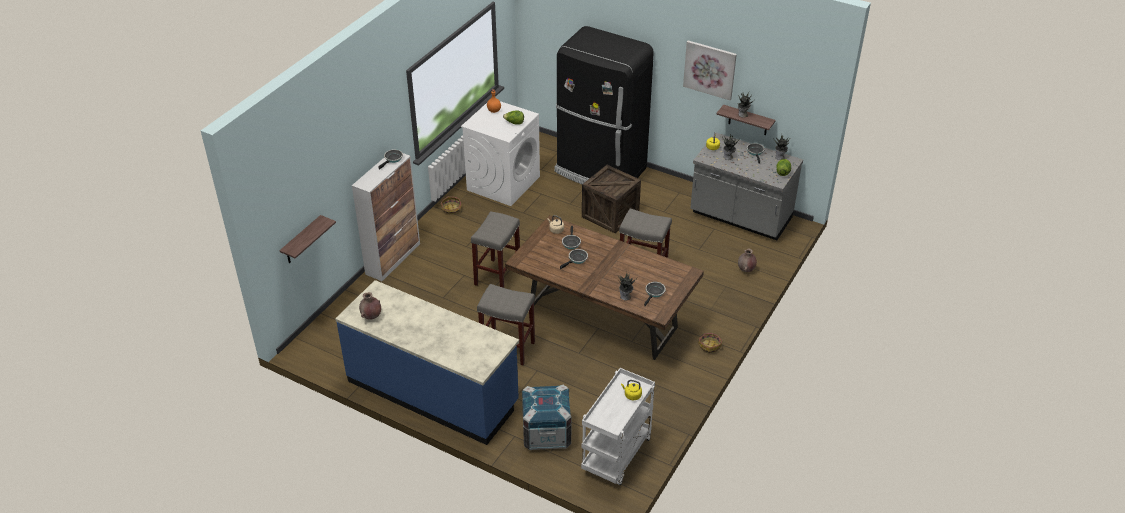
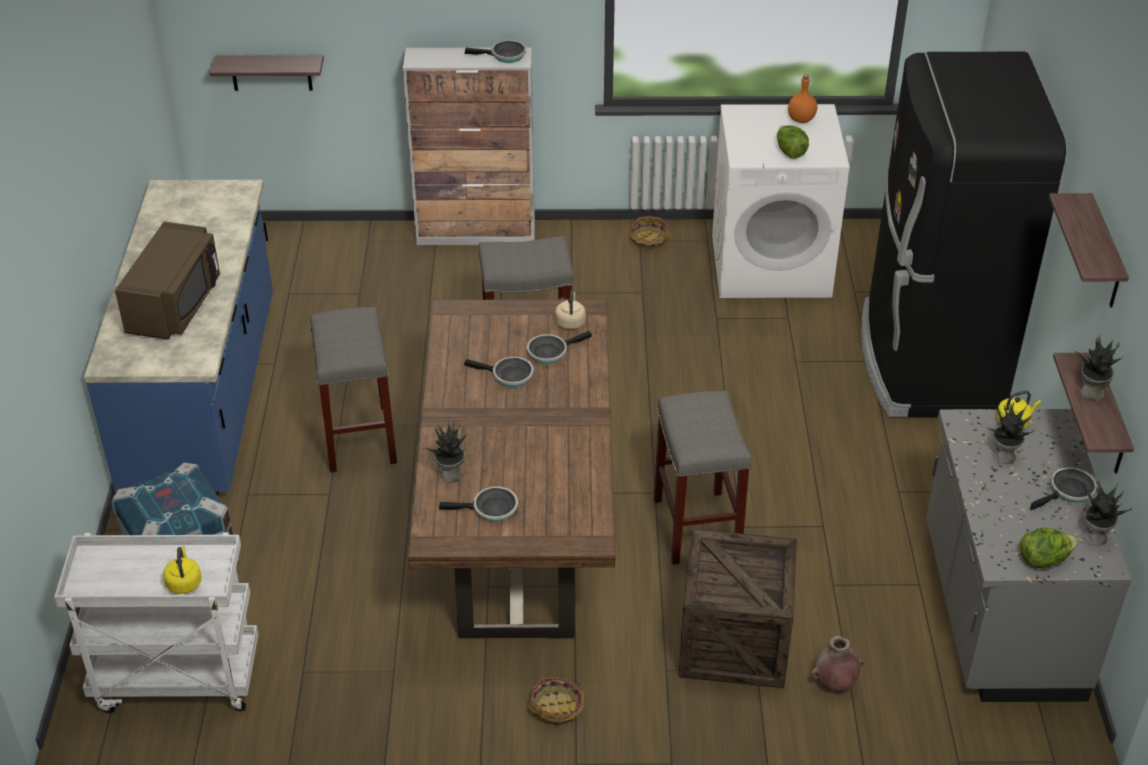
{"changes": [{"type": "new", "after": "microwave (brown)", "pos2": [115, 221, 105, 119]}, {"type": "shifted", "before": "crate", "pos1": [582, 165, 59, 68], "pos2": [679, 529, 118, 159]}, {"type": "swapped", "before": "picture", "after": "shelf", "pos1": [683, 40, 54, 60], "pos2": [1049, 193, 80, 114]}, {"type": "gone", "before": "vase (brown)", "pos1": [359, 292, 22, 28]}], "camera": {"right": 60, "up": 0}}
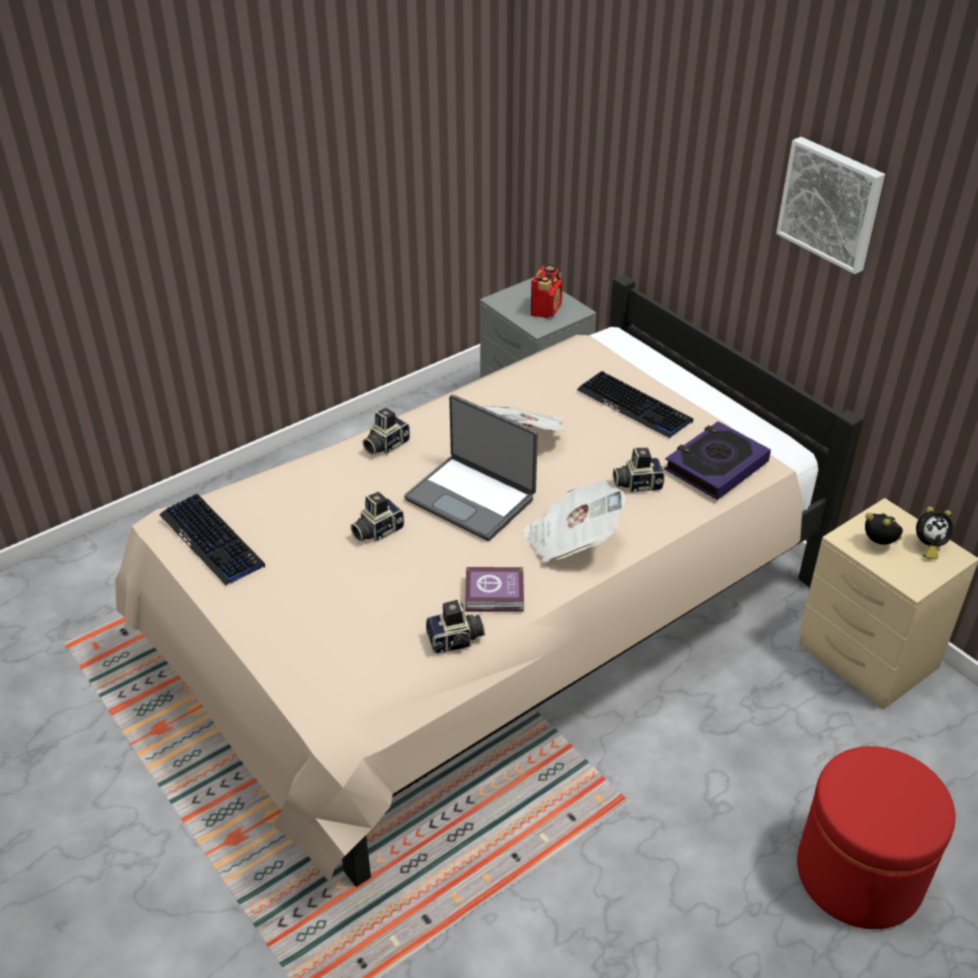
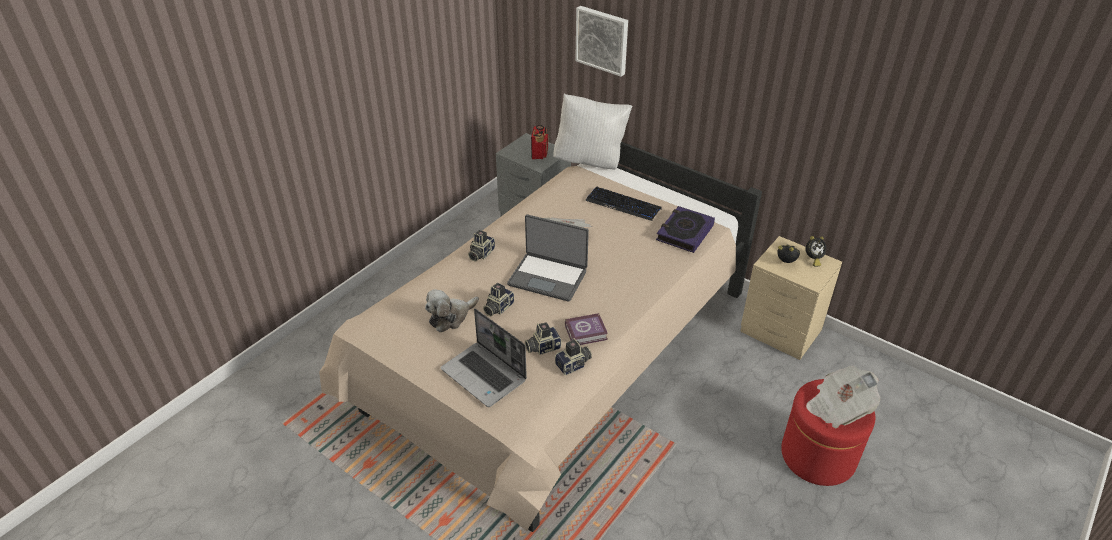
{"changes": [{"type": "new", "after": "plush toy", "pos2": [425, 289, 54, 43]}, {"type": "new", "after": "laptop", "pos2": [440, 309, 87, 98]}, {"type": "shifted", "before": "photo camera", "pos1": [613, 447, 52, 46], "pos2": [525, 322, 37, 33]}, {"type": "new", "after": "pillow (white)", "pos2": [553, 94, 79, 76]}, {"type": "shifted", "before": "picture", "pos1": [776, 137, 109, 137], "pos2": [575, 6, 53, 71]}, {"type": "shifted", "before": "newspaper", "pos1": [523, 481, 104, 82], "pos2": [806, 366, 75, 62]}, {"type": "gone", "before": "keyboard", "pos1": [159, 494, 106, 91]}], "camera": {"right": -15, "up": 0}}
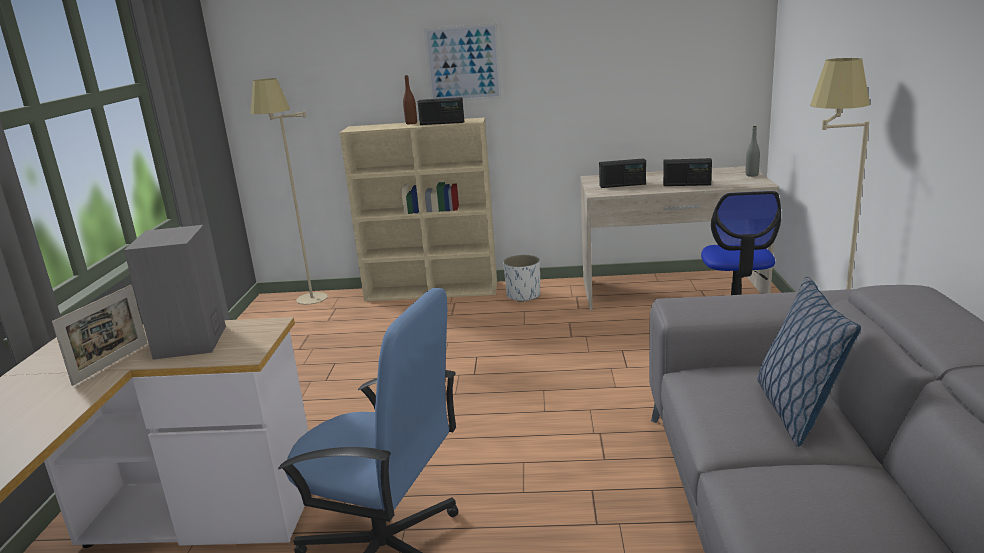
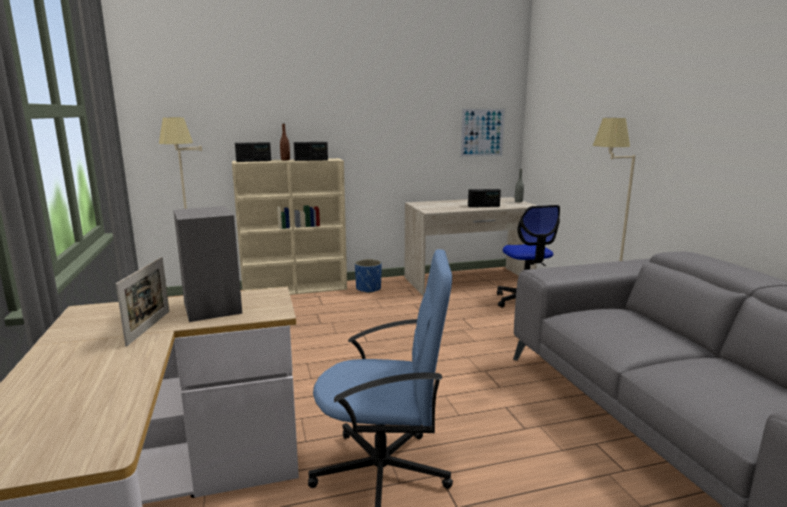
{"changes": [{"type": "shifted", "before": "radio", "pos1": [599, 158, 47, 30], "pos2": [235, 142, 36, 20]}, {"type": "repainted", "before": "planter (white)", "after": "planter (blue)", "pos1": [503, 255, 37, 47], "pos2": [355, 259, 27, 34]}, {"type": "shifted", "before": "picture", "pos1": [424, 23, 78, 78], "pos2": [459, 108, 47, 50]}, {"type": "gone", "before": "pillow", "pos1": [757, 277, 104, 170]}], "camera": {"right": -20, "up": -5}}
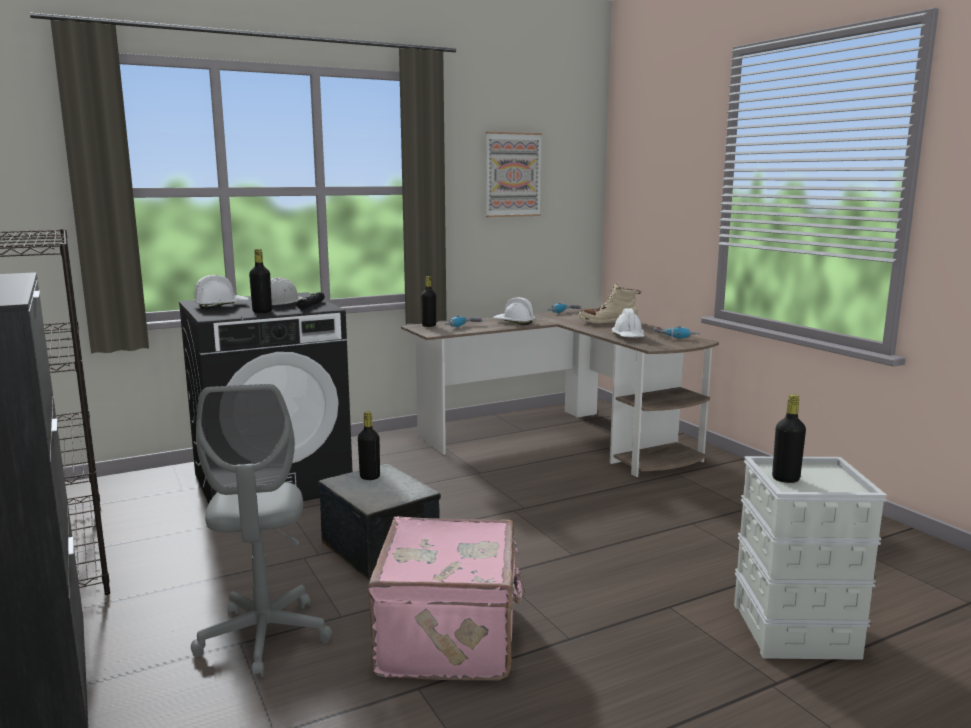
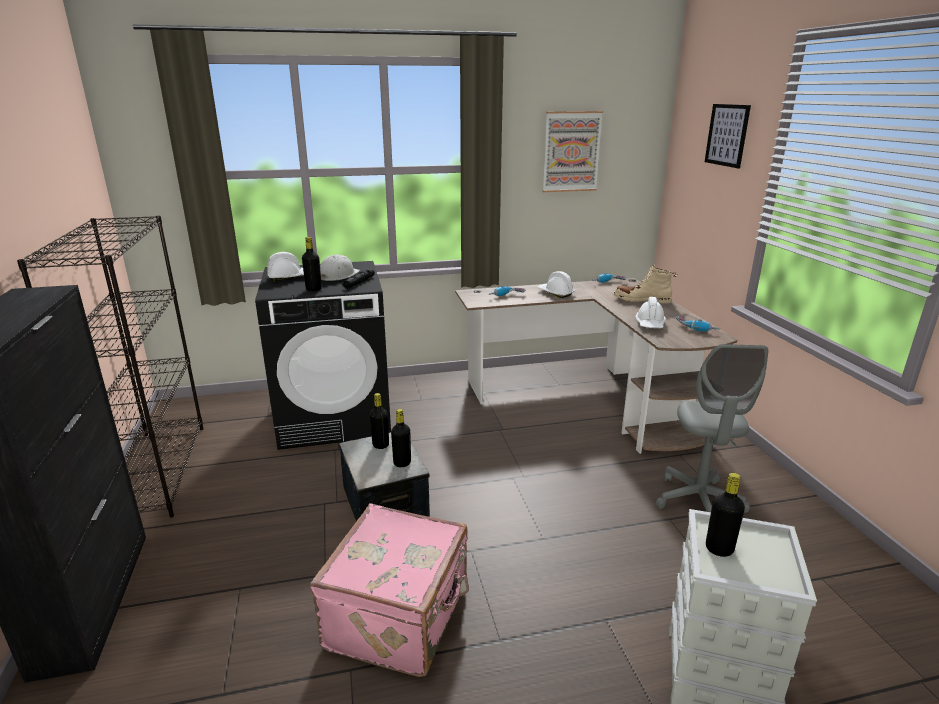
{"changes": [{"type": "shifted", "before": "bottle (black)", "pos1": [421, 276, 15, 51], "pos2": [391, 409, 20, 58]}, {"type": "shifted", "before": "office chair (grey)", "pos1": [191, 384, 141, 294], "pos2": [656, 344, 113, 169]}, {"type": "new", "after": "picture", "pos2": [705, 104, 46, 64]}], "camera": {"right": 15, "up": 10}}
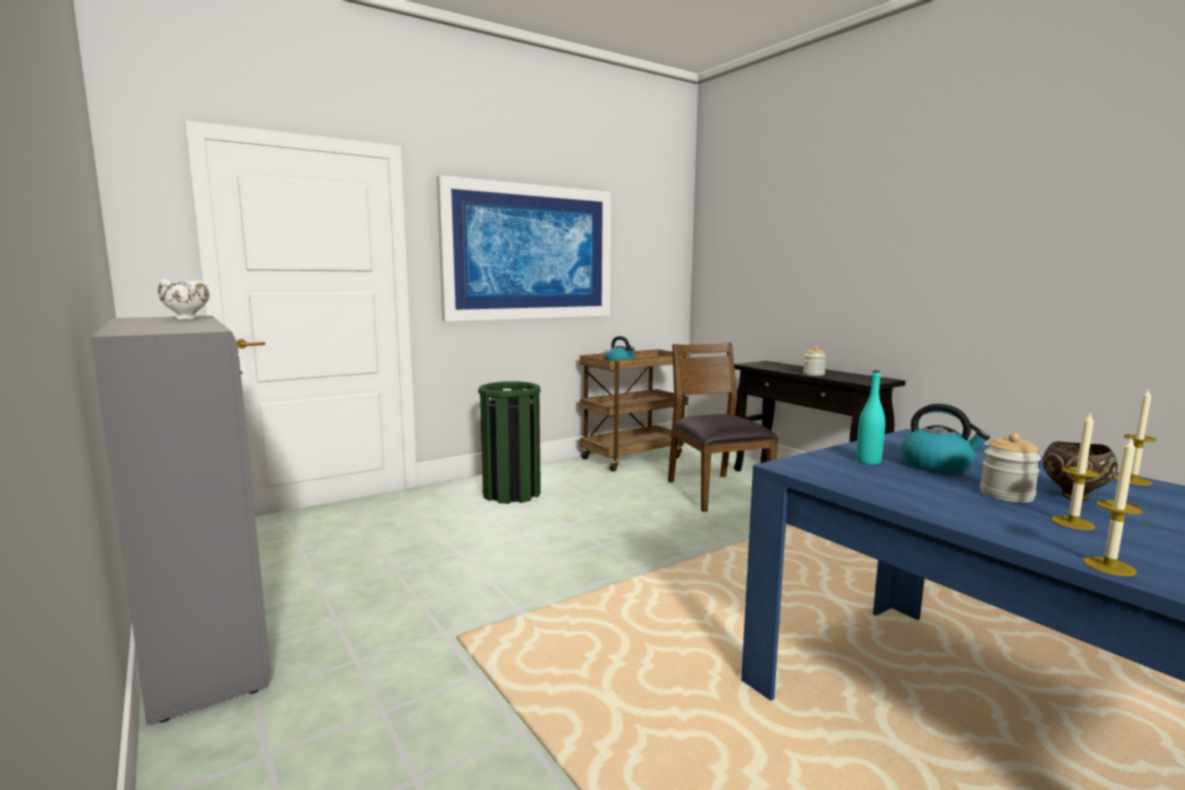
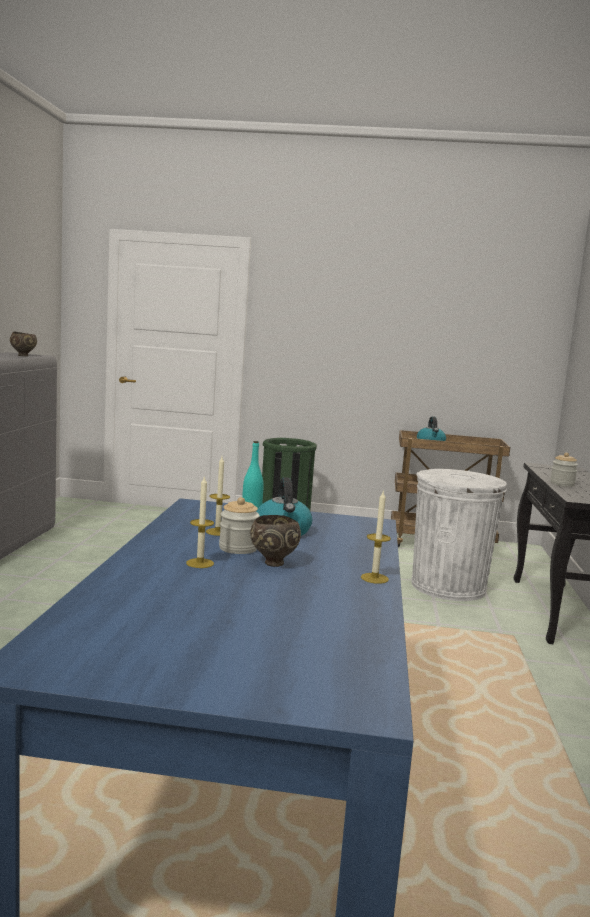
{"changes": [{"type": "repainted", "before": "bowl (white)", "after": "bowl (brown)", "pos1": [158, 278, 51, 42], "pos2": [10, 331, 27, 25]}, {"type": "shifted", "before": "candle", "pos1": [1083, 436, 60, 140], "pos2": [206, 457, 24, 79]}, {"type": "swapped", "before": "chair (brown)", "after": "trash can (white)", "pos1": [668, 343, 110, 169], "pos2": [411, 469, 96, 132]}, {"type": "gone", "before": "picture", "pos1": [437, 175, 174, 147]}], "camera": {"right": 40, "up": 0}}
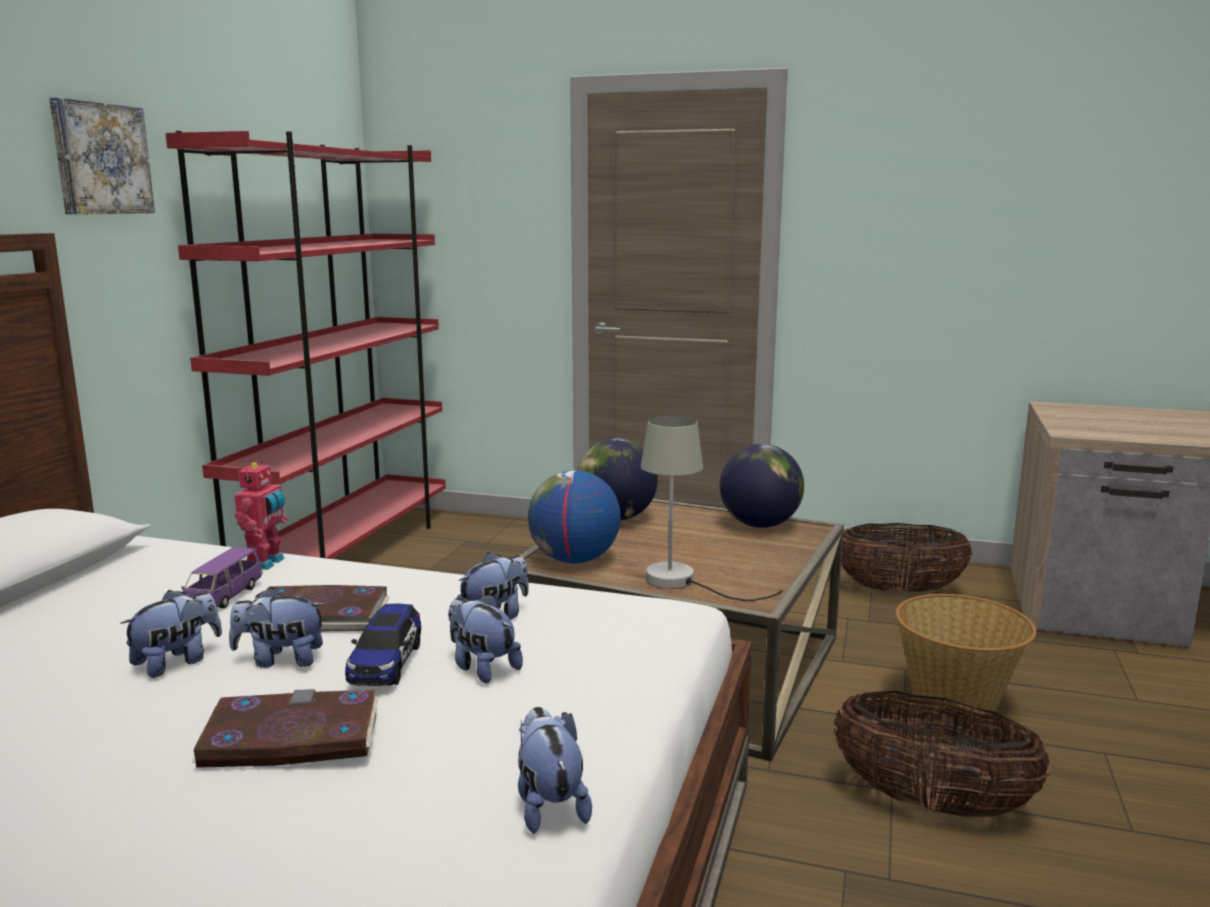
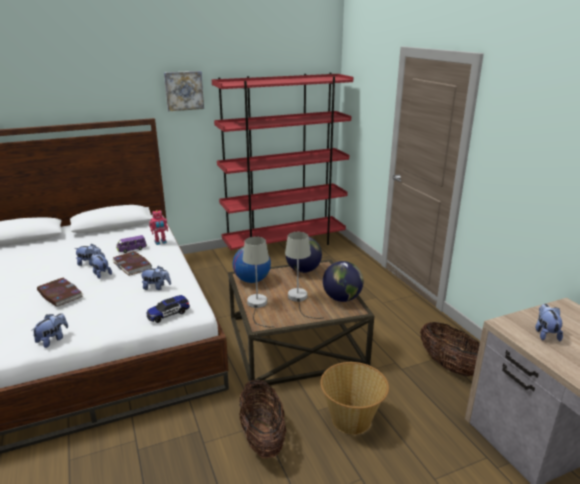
{"changes": [{"type": "shifted", "before": "toy car", "pos1": [345, 604, 76, 82], "pos2": [147, 295, 43, 28]}, {"type": "new", "after": "table lamp (grey)", "pos2": [285, 232, 39, 87]}, {"type": "shifted", "before": "plush toy", "pos1": [448, 594, 75, 89], "pos2": [535, 304, 28, 37]}], "camera": {"right": 50, "up": 10}}
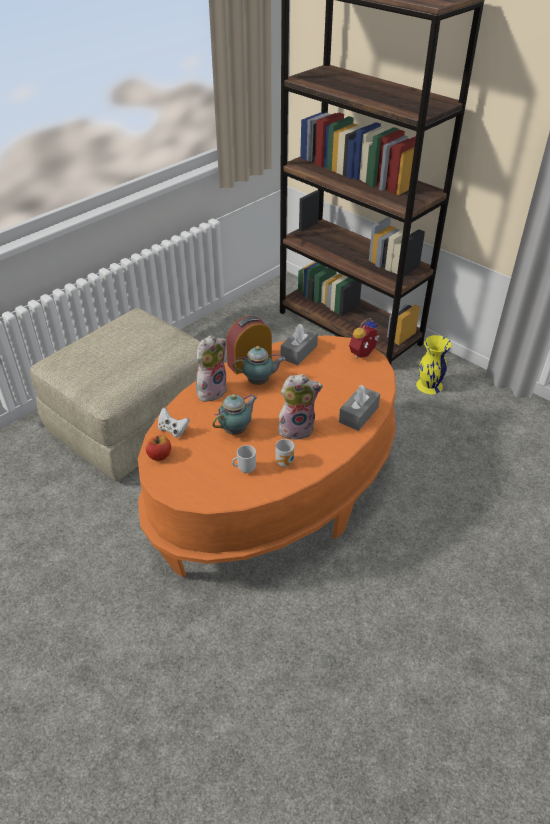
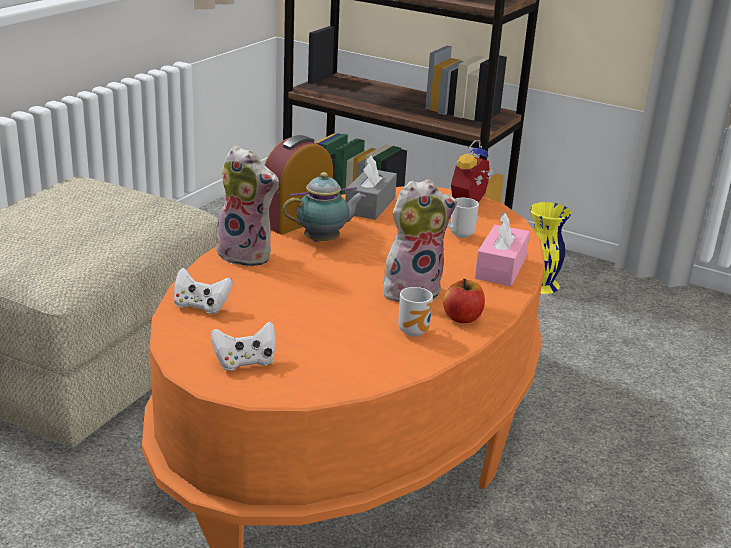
{"changes": [{"type": "new", "after": "game controller (white)", "pos2": [211, 322, 65, 49]}, {"type": "rotated", "before": "plush toy", "pos1": [196, 335, 31, 67], "pos2": [216, 145, 63, 122], "turn": 90}, {"type": "shifted", "before": "apple", "pos1": [146, 435, 25, 26], "pos2": [443, 279, 42, 44]}, {"type": "shifted", "before": "mug", "pos1": [232, 445, 24, 28], "pos2": [447, 198, 32, 40]}, {"type": "repainted", "before": "tissue box (grey)", "after": "tissue box (pink)", "pos1": [339, 385, 41, 46], "pos2": [475, 212, 55, 74]}, {"type": "gone", "before": "teapot", "pos1": [212, 394, 46, 41]}], "camera": {"right": -15, "up": -15}}
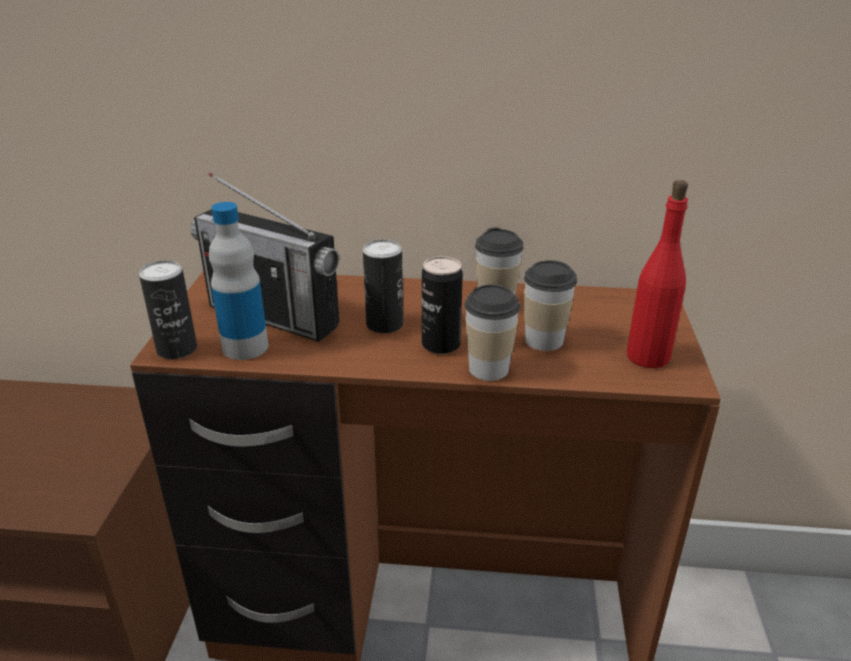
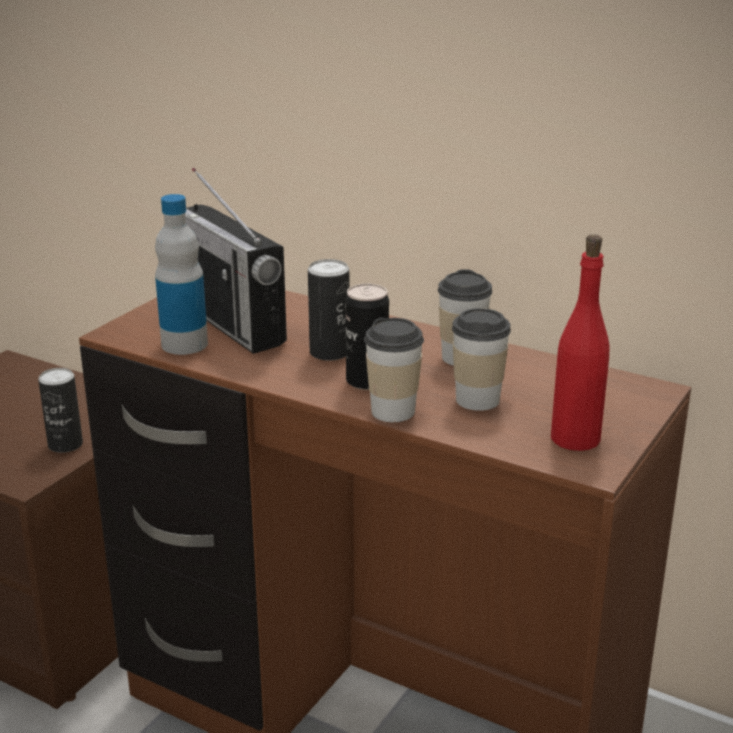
{"changes": [{"type": "shifted", "before": "can", "pos1": [139, 260, 58, 99], "pos2": [38, 368, 45, 85]}], "camera": {"right": 25, "up": -5}}
